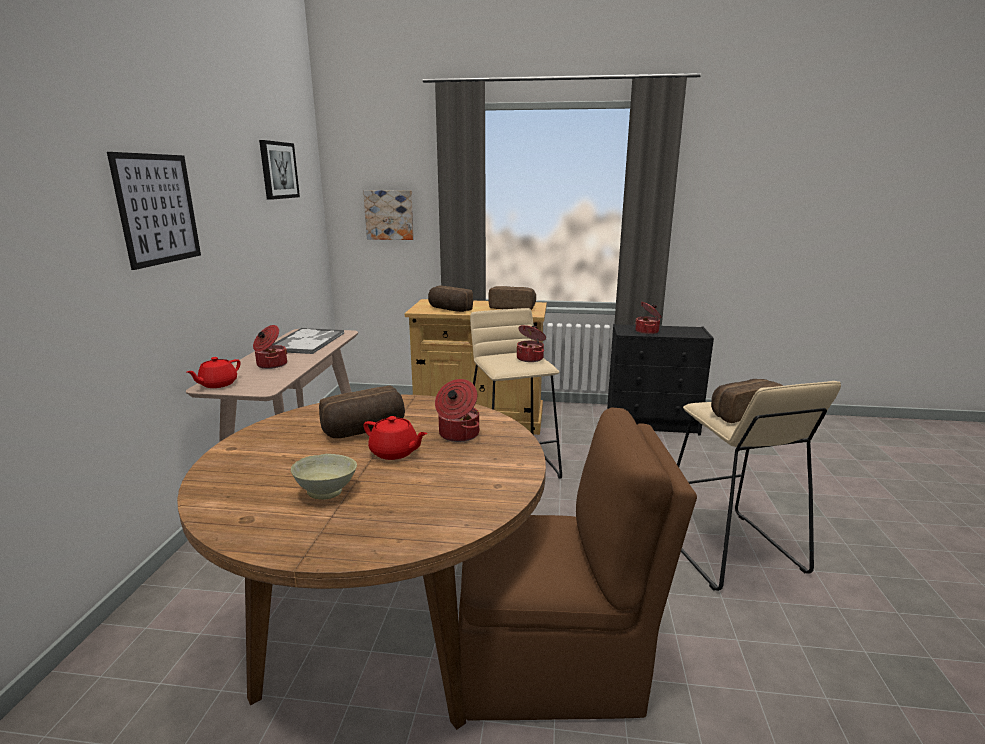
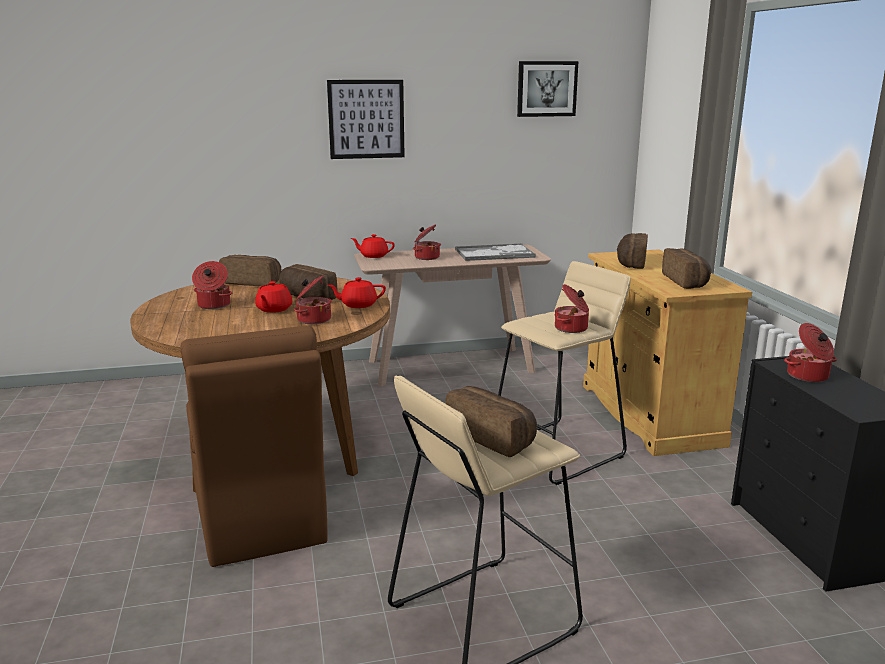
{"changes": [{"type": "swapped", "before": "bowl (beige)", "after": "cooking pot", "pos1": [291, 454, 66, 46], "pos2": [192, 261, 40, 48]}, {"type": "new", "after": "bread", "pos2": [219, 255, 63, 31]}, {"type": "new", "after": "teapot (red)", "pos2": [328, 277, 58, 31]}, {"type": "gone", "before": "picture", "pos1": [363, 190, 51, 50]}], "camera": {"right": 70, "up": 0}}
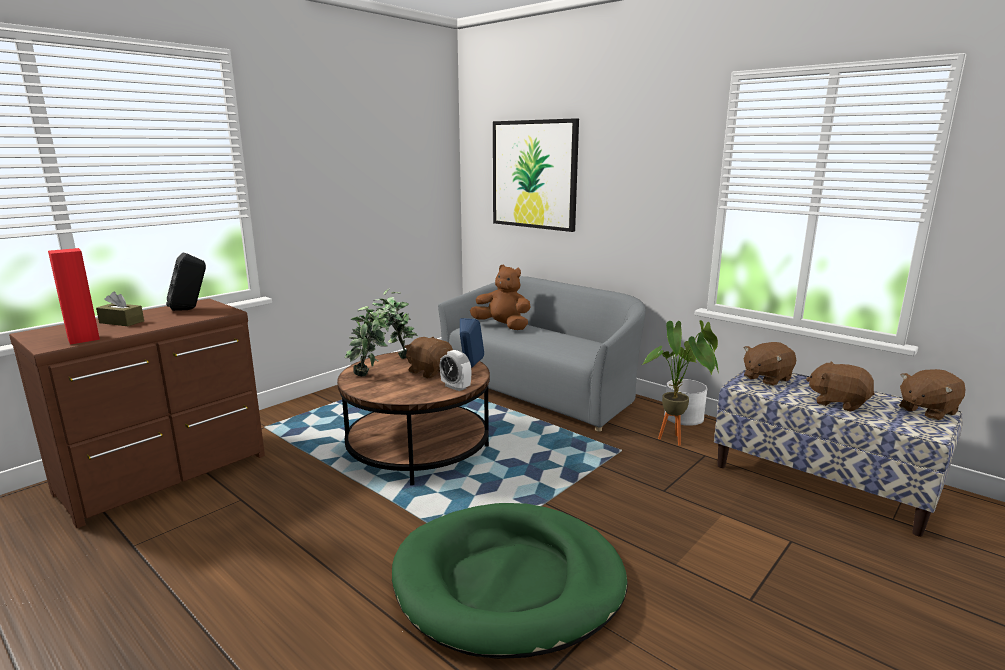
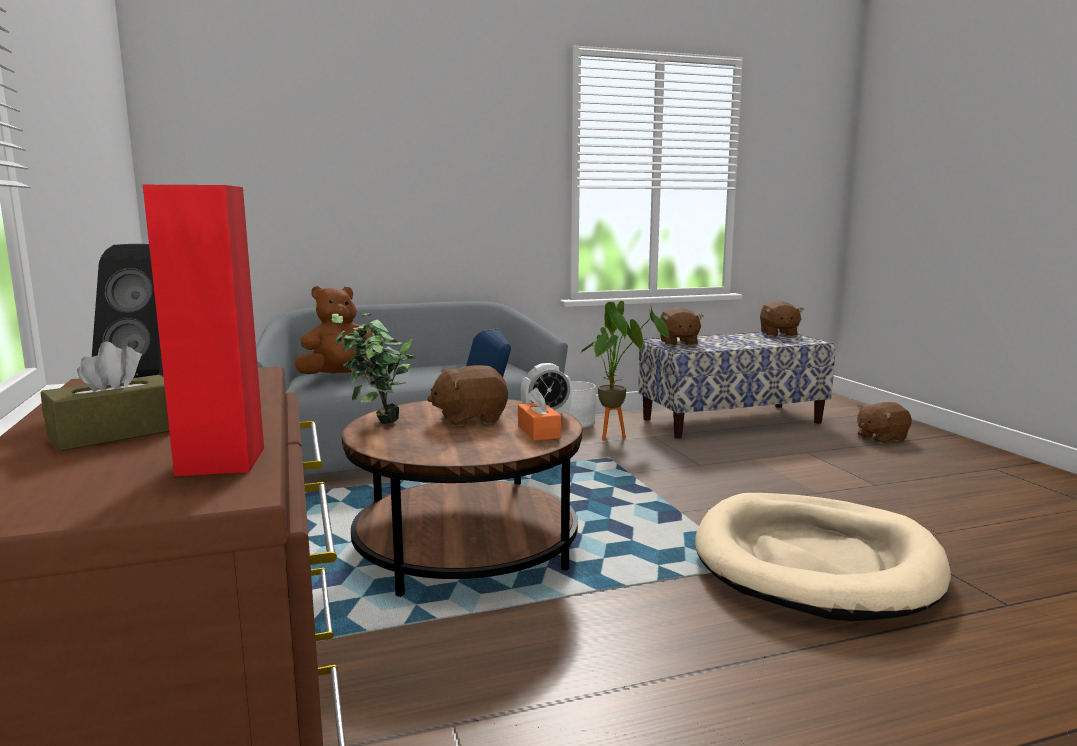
{"changes": [{"type": "new", "after": "tissue box (orange)", "pos2": [518, 388, 43, 53]}, {"type": "repainted", "before": "dog bed (green)", "after": "dog bed (beige)", "pos1": [392, 503, 236, 156], "pos2": [695, 493, 256, 128]}, {"type": "shifted", "before": "plush toy (brown)", "pos1": [806, 362, 69, 50], "pos2": [857, 402, 55, 42]}, {"type": "gone", "before": "potted plant", "pos1": [344, 306, 47, 70]}, {"type": "gone", "before": "picture", "pos1": [493, 118, 86, 114]}], "camera": {"right": -60, "up": -5}}
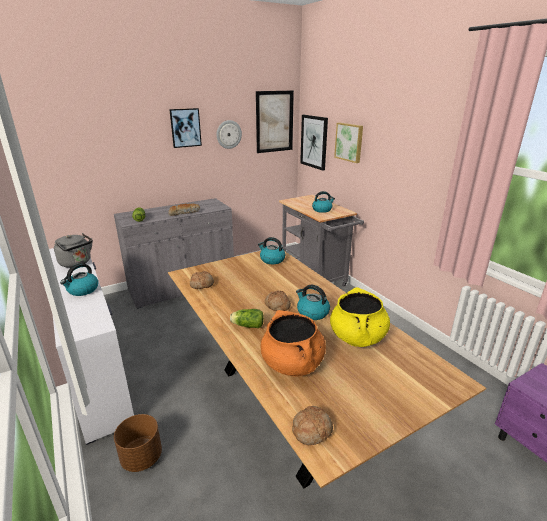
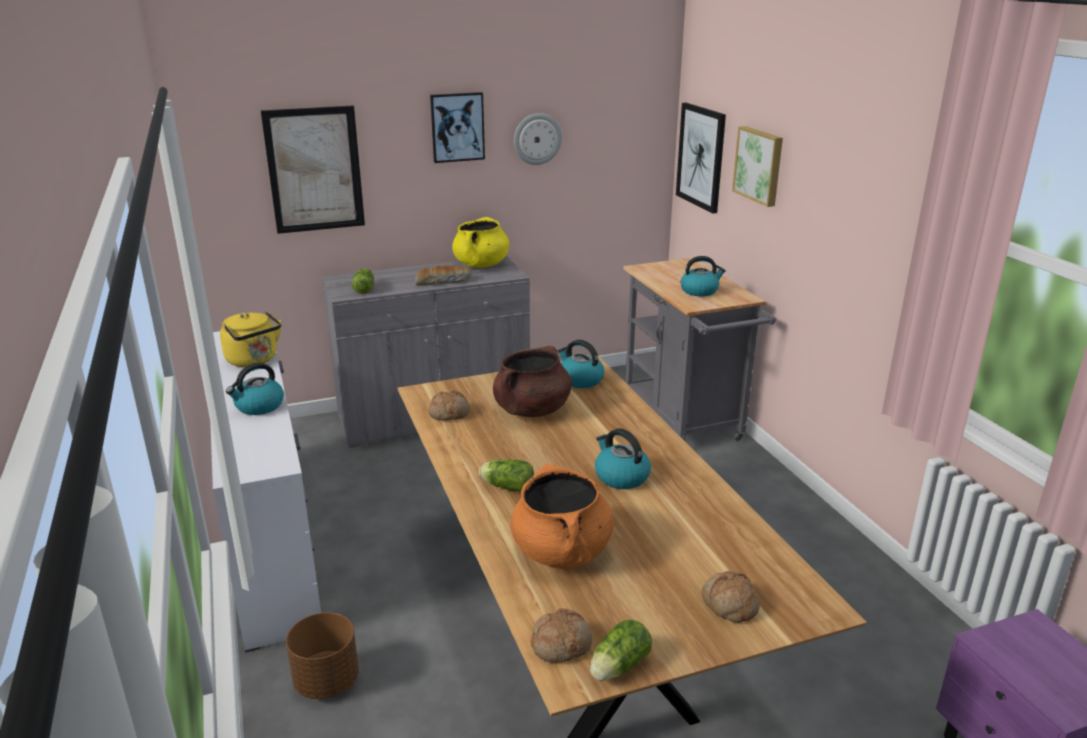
{"changes": [{"type": "repainted", "before": "kettle (grey)", "after": "kettle (yellow)", "pos1": [54, 233, 39, 35], "pos2": [220, 310, 61, 57]}, {"type": "shifted", "before": "picture", "pos1": [256, 91, 38, 62], "pos2": [261, 105, 104, 129]}, {"type": "shifted", "before": "cooking pot (yellow)", "pos1": [330, 287, 60, 60], "pos2": [452, 217, 57, 50]}, {"type": "new", "after": "cooking pot (brown)", "pos2": [493, 346, 78, 71]}, {"type": "new", "after": "lettuce", "pos2": [590, 620, 62, 60]}, {"type": "shifted", "before": "bread", "pos1": [265, 291, 26, 20], "pos2": [702, 571, 58, 52]}], "camera": {"right": 10, "up": 0}}
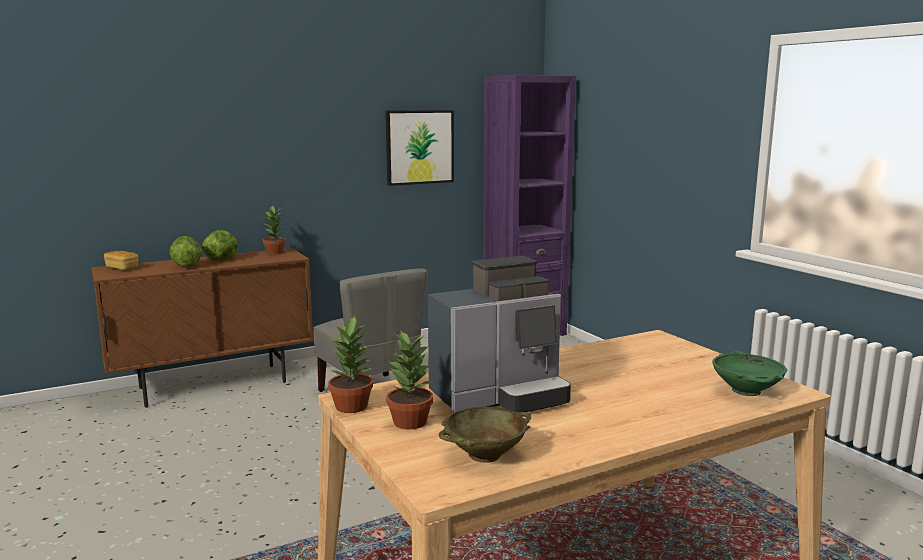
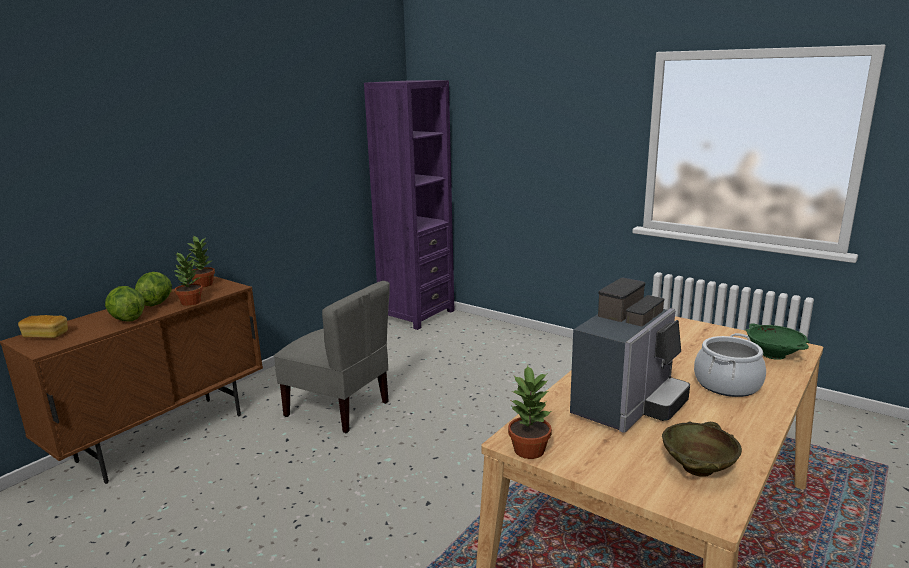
{"changes": [{"type": "shifted", "before": "potted plant", "pos1": [386, 331, 47, 98], "pos2": [173, 252, 30, 54]}, {"type": "new", "after": "cooking pot", "pos2": [694, 333, 72, 64]}, {"type": "gone", "before": "picture", "pos1": [385, 110, 69, 76]}], "camera": {"right": -25, "up": 5}}
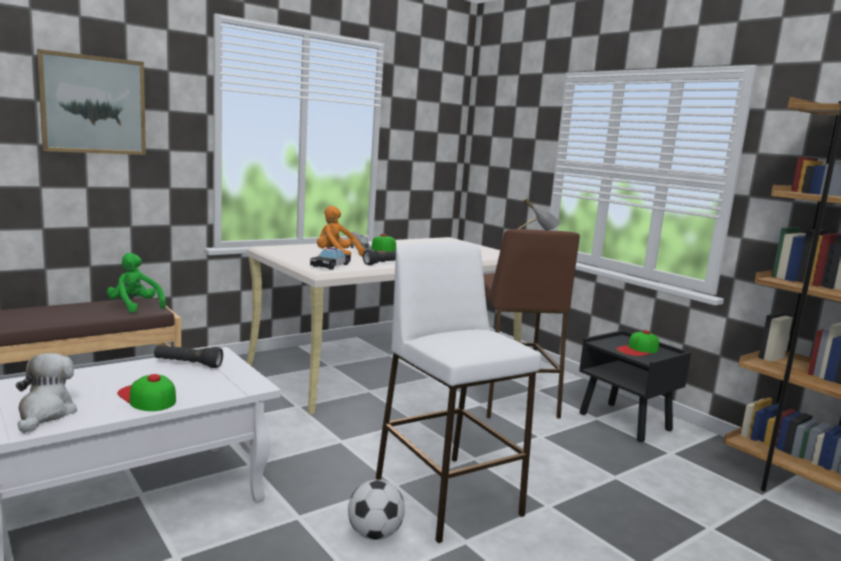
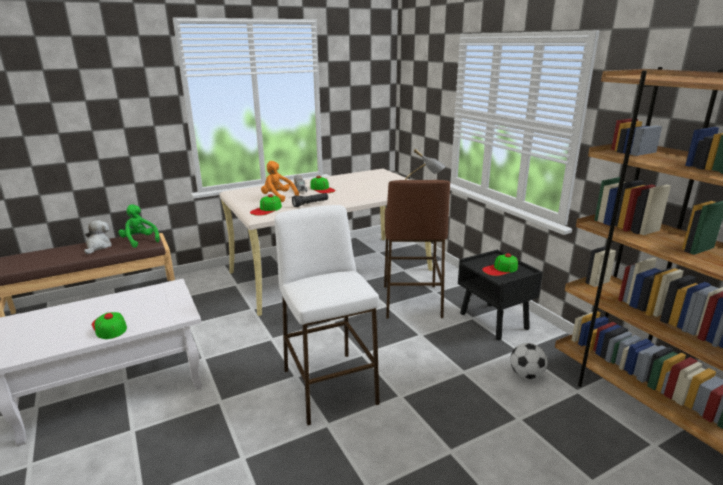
{"changes": [{"type": "shifted", "before": "plush toy", "pos1": [16, 353, 61, 80], "pos2": [84, 220, 28, 34]}, {"type": "swapped", "before": "toy car", "after": "cap", "pos1": [310, 248, 41, 22], "pos2": [250, 194, 32, 22]}, {"type": "shifted", "before": "football", "pos1": [348, 480, 57, 60], "pos2": [510, 343, 37, 36]}, {"type": "gone", "before": "picture", "pos1": [37, 49, 109, 106]}, {"type": "gone", "before": "flashlight (black)", "pos1": [154, 345, 69, 23]}], "camera": {"right": 10, "up": 10}}
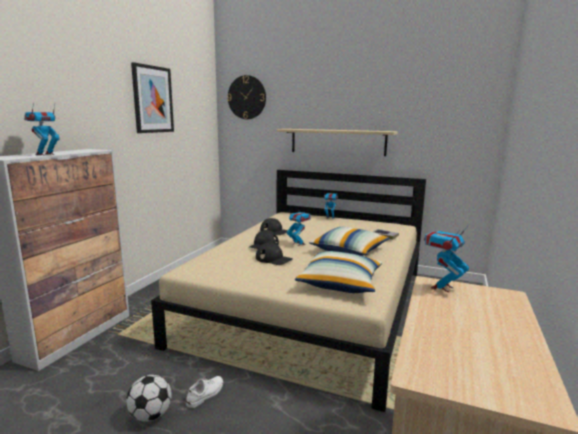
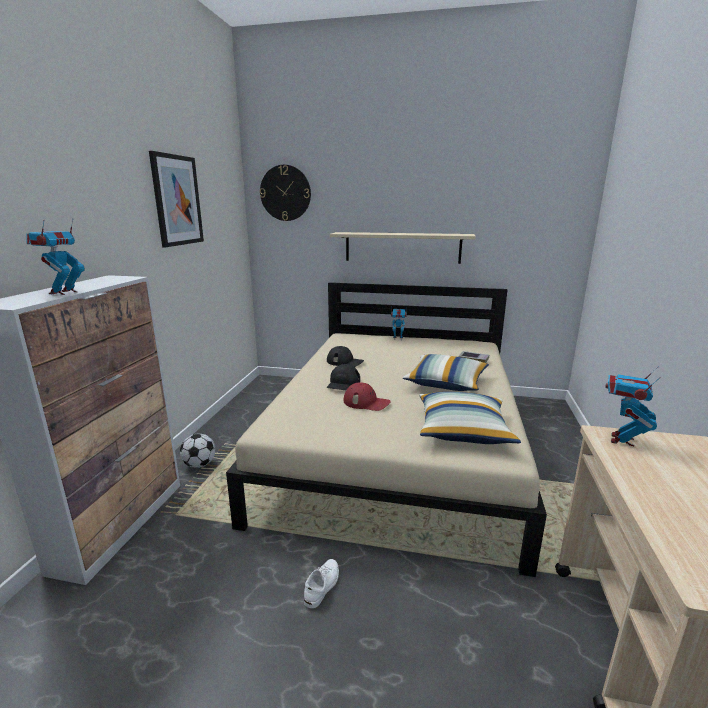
{"changes": [{"type": "shifted", "before": "football", "pos1": [126, 375, 46, 47], "pos2": [180, 434, 36, 34]}, {"type": "repainted", "before": "cap (black)", "after": "cap (red)", "pos1": [256, 243, 37, 22], "pos2": [344, 382, 46, 29]}, {"type": "gone", "before": "toy robot", "pos1": [287, 211, 24, 35]}], "camera": {"right": -10, "up": 5}}
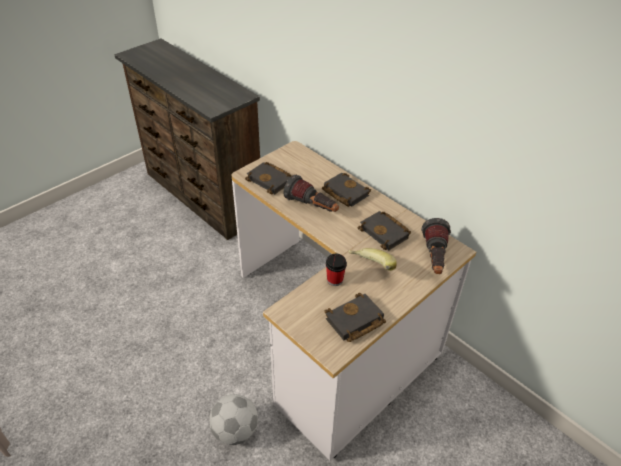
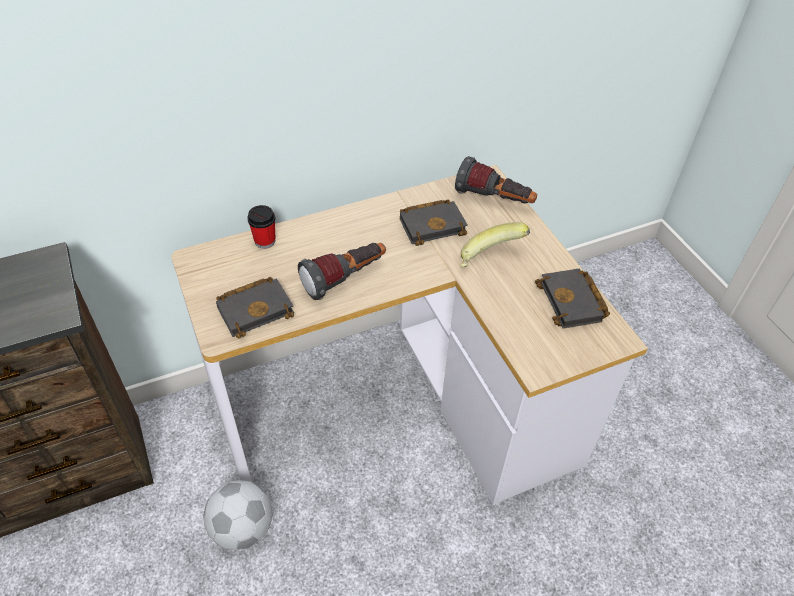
{"changes": [{"type": "shifted", "before": "football", "pos1": [209, 394, 49, 51], "pos2": [203, 480, 70, 70]}, {"type": "shifted", "before": "cup", "pos1": [326, 254, 21, 32], "pos2": [247, 205, 28, 44]}, {"type": "gone", "before": "book (black)", "pos1": [322, 173, 49, 34]}], "camera": {"right": -70, "up": 5}}
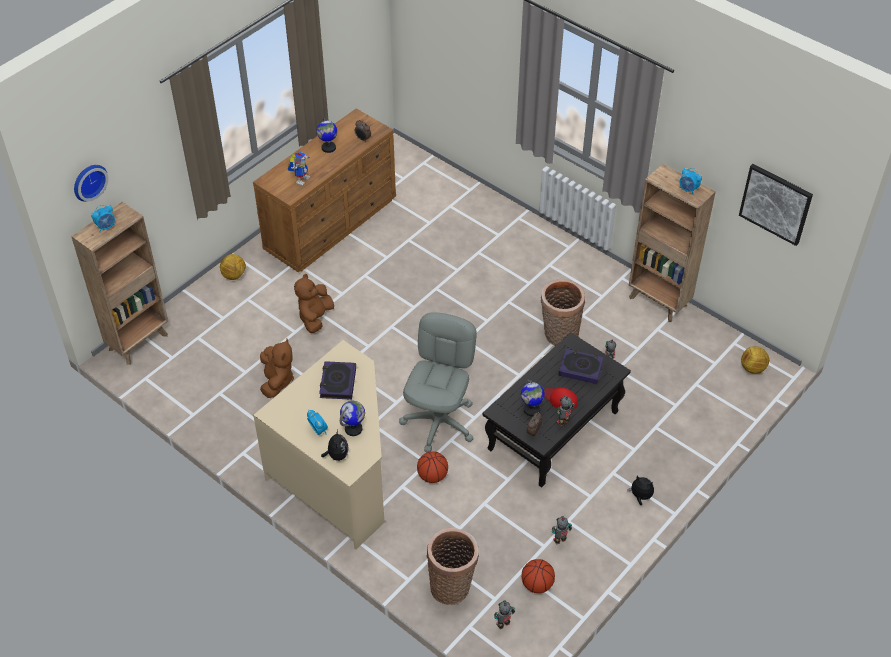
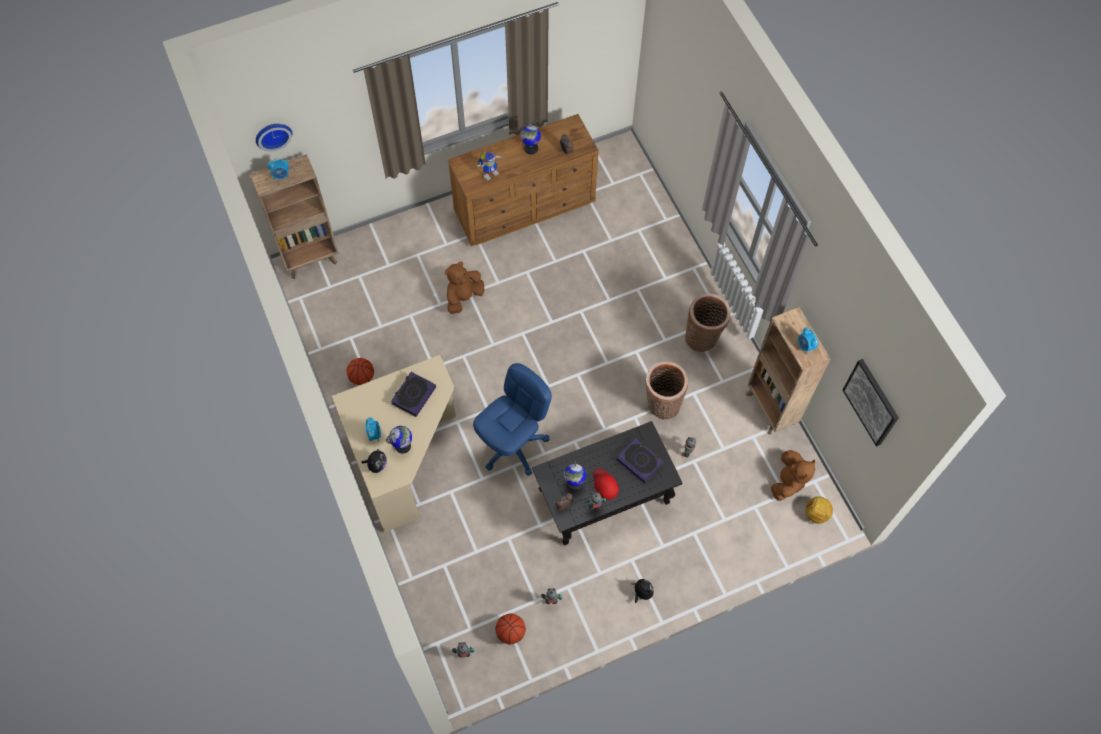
{"changes": [{"type": "shifted", "before": "basketball", "pos1": [417, 451, 31, 32], "pos2": [346, 358, 28, 27]}, {"type": "repainted", "before": "office chair (grey)", "after": "office chair (blue)", "pos1": [399, 312, 78, 140], "pos2": [473, 363, 79, 113]}, {"type": "shifted", "before": "basket", "pos1": [426, 528, 53, 77], "pos2": [685, 293, 46, 59]}, {"type": "shifted", "before": "plush toy (brown)", "pos1": [260, 339, 34, 59], "pos2": [771, 450, 44, 51]}, {"type": "gone", "before": "football", "pos1": [220, 254, 26, 26]}], "camera": {"right": 25, "up": 15}}
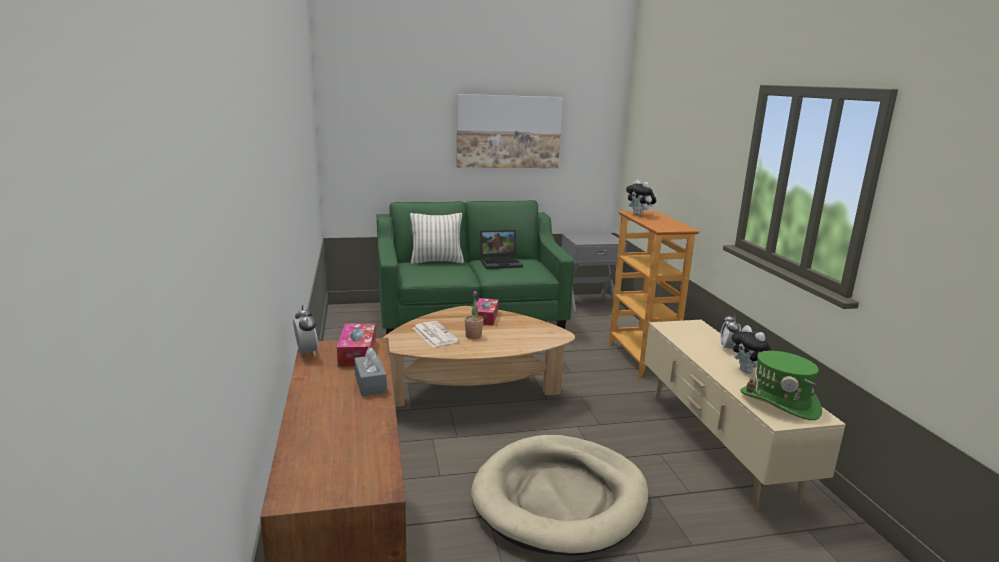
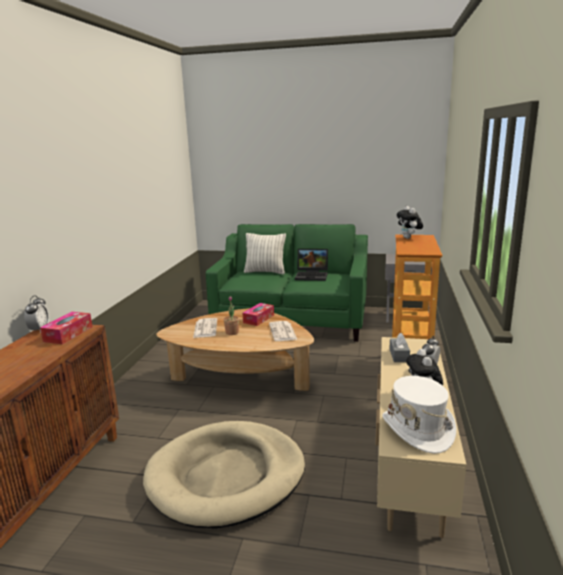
{"changes": [{"type": "new", "after": "newspaper", "pos2": [269, 321, 28, 20]}, {"type": "repainted", "before": "hat (green)", "after": "hat (white)", "pos1": [740, 351, 82, 69], "pos2": [382, 376, 74, 78]}, {"type": "shifted", "before": "tissue box (grey)", "pos1": [354, 347, 33, 49], "pos2": [389, 333, 21, 29]}, {"type": "gone", "before": "picture", "pos1": [456, 94, 107, 74]}], "camera": {"right": 25, "up": 0}}
